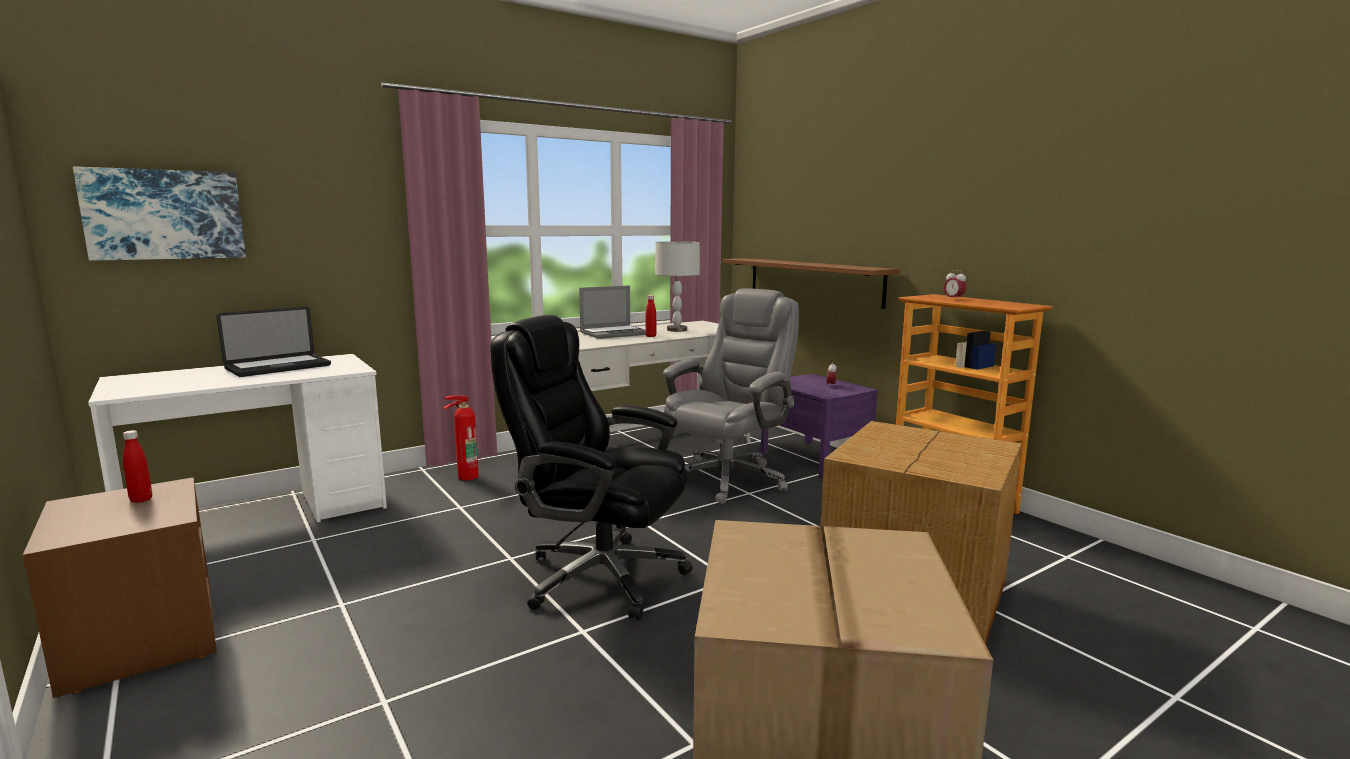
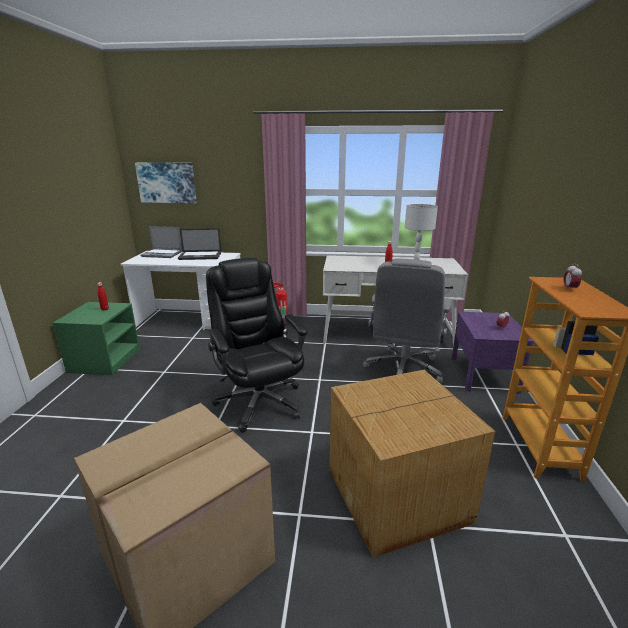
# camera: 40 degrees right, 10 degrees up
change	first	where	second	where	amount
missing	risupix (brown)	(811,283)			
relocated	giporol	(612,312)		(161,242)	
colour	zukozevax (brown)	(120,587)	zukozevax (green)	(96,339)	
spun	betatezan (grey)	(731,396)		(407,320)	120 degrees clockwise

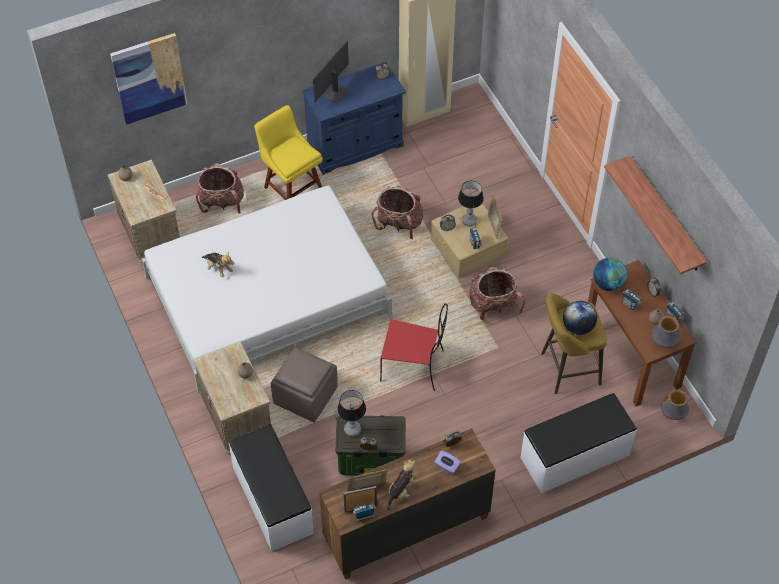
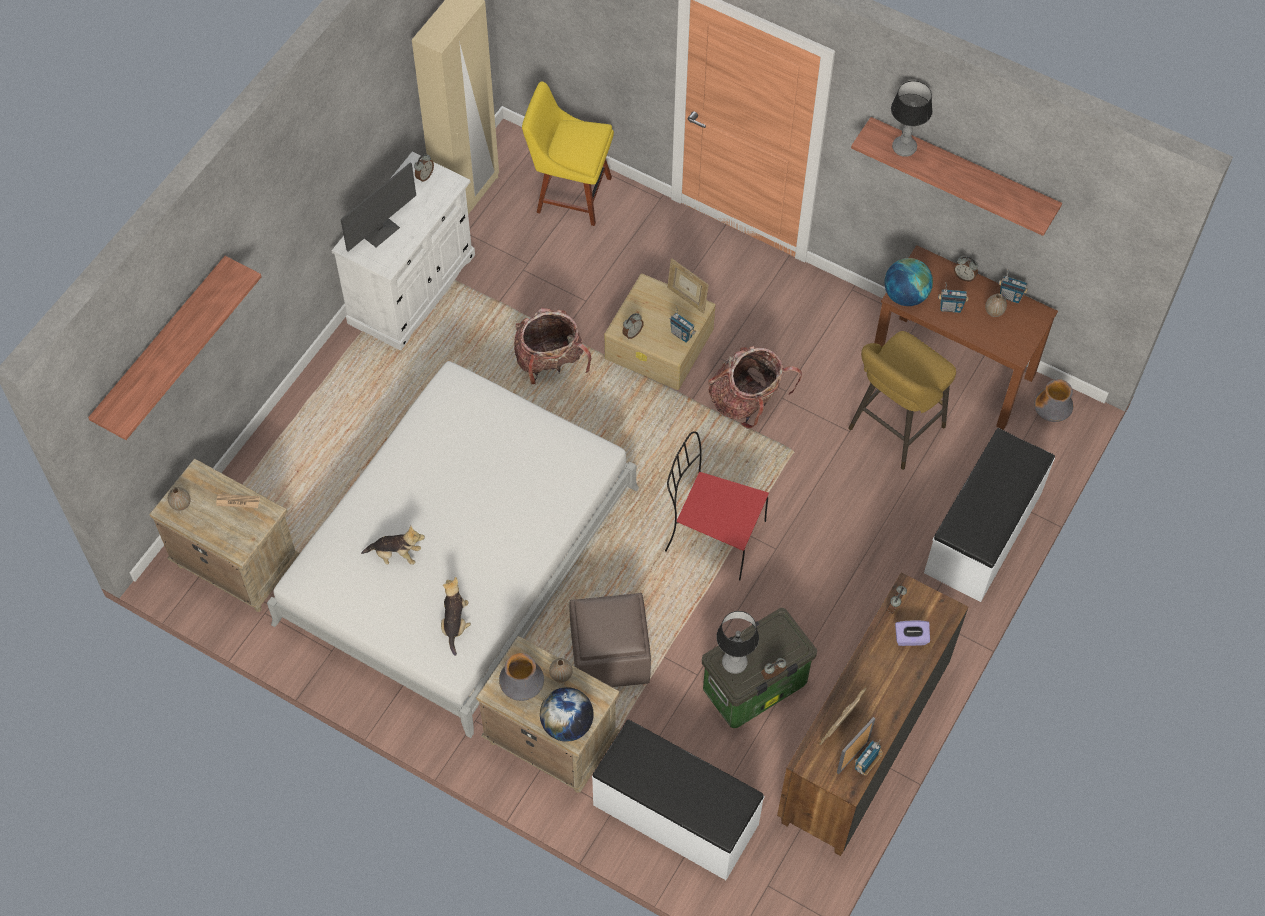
# camera: 35 degrees left, 5 degrees up
change	first	where	second	where	amount
missing	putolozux	(220,188)			
relocated	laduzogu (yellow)	(288,152)		(568,153)	
relocated	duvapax	(402,485)		(456,616)	
relocated	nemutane	(471,203)		(911,119)	
relocated	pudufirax	(580,318)		(567,714)	
relocated	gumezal	(666,332)		(521,677)	
exchanged	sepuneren	(148,79)	risupix	(175,348)	
colour	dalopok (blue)	(354,118)	dalopok (white)	(403,251)	
spun	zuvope	(331,71)		(378,207)	135 degrees counterclockwise
spun	laduzogu (red)	(414,347)		(717,506)	135 degrees counterclockwise

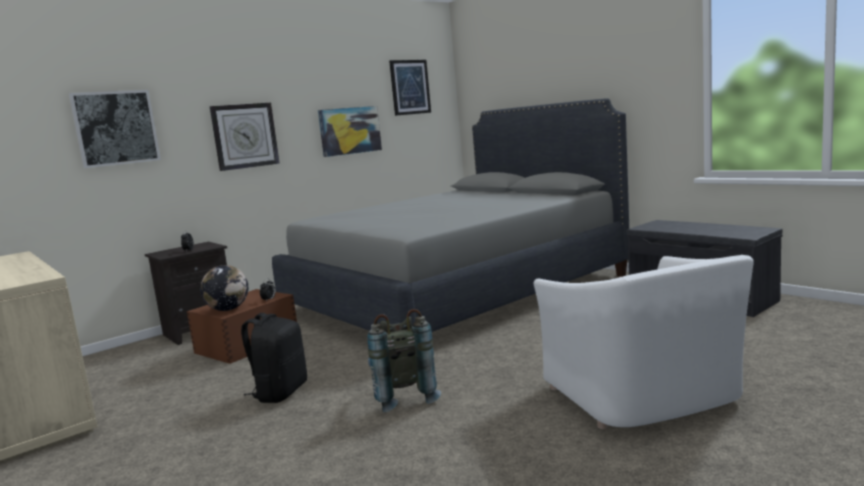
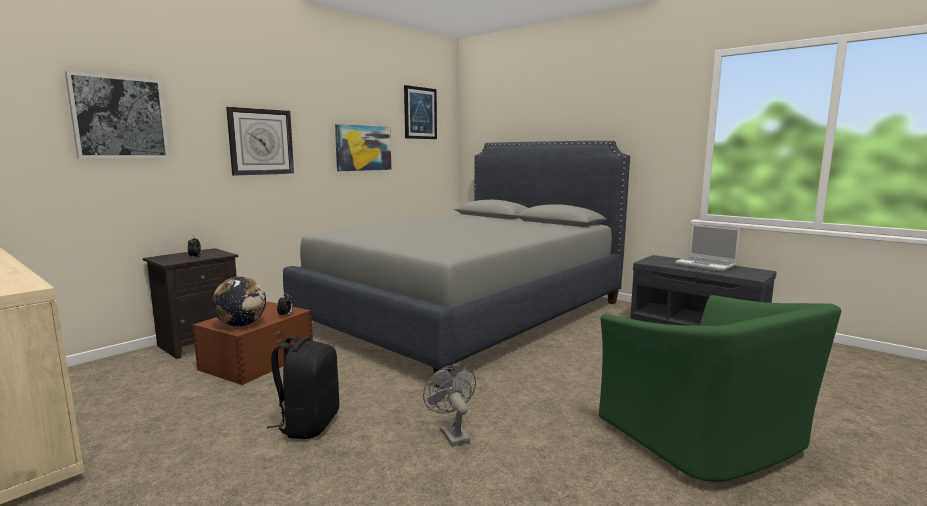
# camera: 10 degrees left, 0 degrees up
change	first	where	second	where	amount
appeared			giporol	(707,247)	
exchanged	putolozux (grey)	(404,360)	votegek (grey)	(449,405)	
colour	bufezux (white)	(643,342)	bufezux (green)	(720,388)	

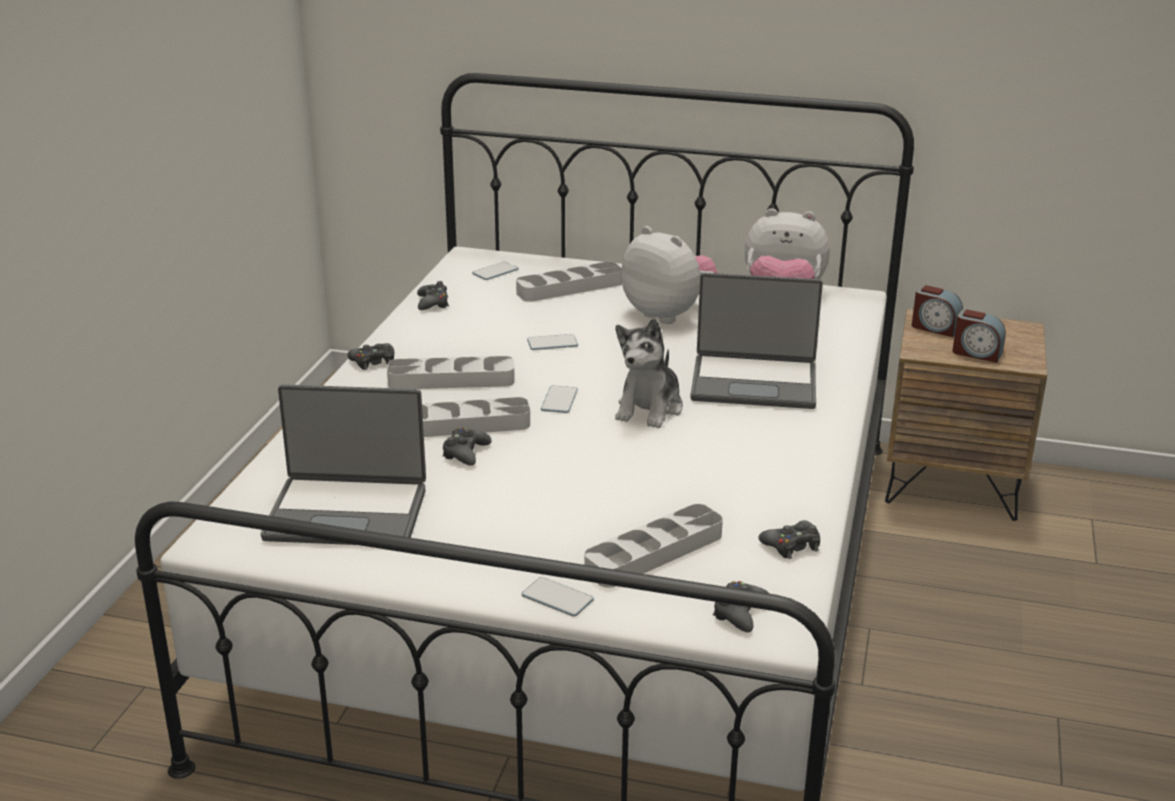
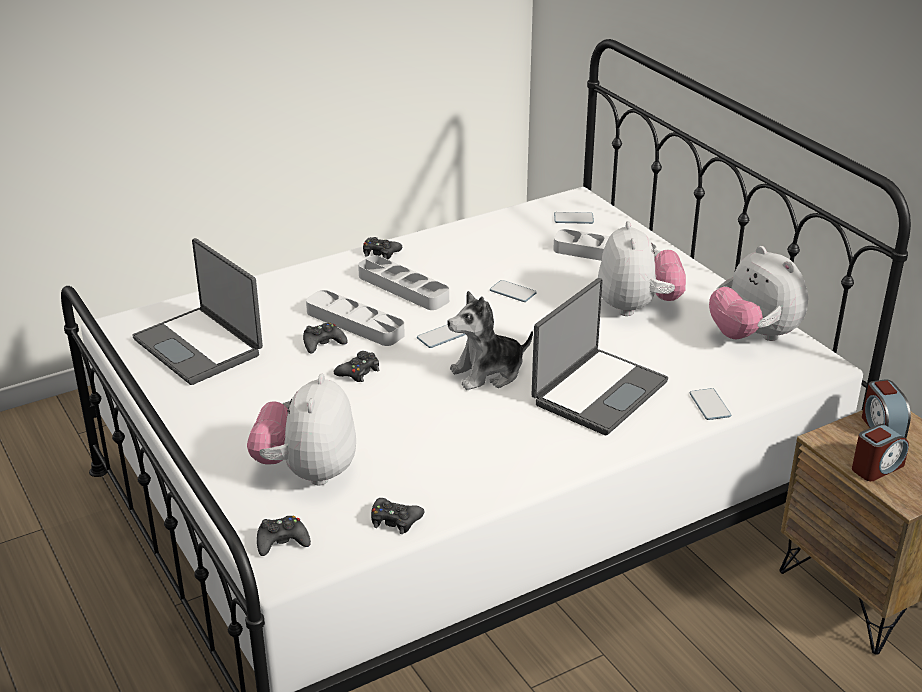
# camera: 45 degrees right, 5 degrees up
change	first	where	second	where	amount
relocated	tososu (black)	(433,295)		(356,366)	
relocated	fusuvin	(558,597)		(710,404)	
exchanged	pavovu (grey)	(653,546)	duvapax	(301,429)	
spun	giporol	(756,341)		(600,356)	105 degrees counterclockwise
spun	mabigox	(979,336)		(880,452)	105 degrees counterclockwise

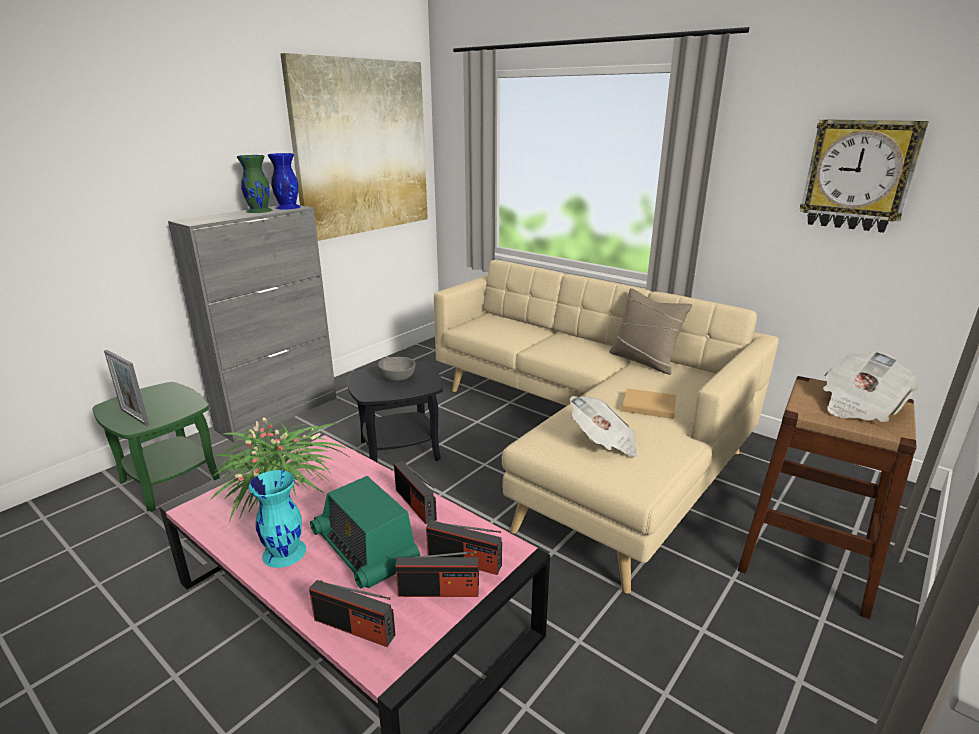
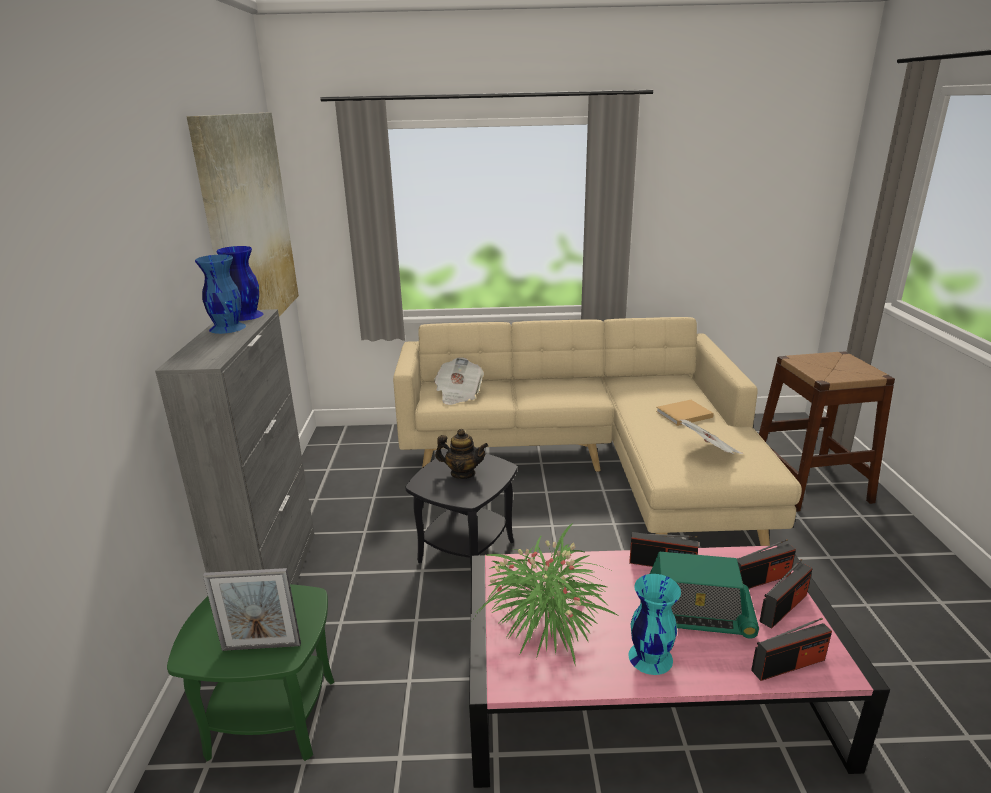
# camera: 40 degrees left, 0 degrees up
change	first	where	second	where	amount
missing	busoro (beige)	(650,331)			
missing	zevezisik	(864,176)			
relocated	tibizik	(871,387)		(459,381)	
exchanged	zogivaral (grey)	(396,369)	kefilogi	(461,454)	
colour	gumezal (green)	(255,184)	gumezal (blue)	(220,294)	

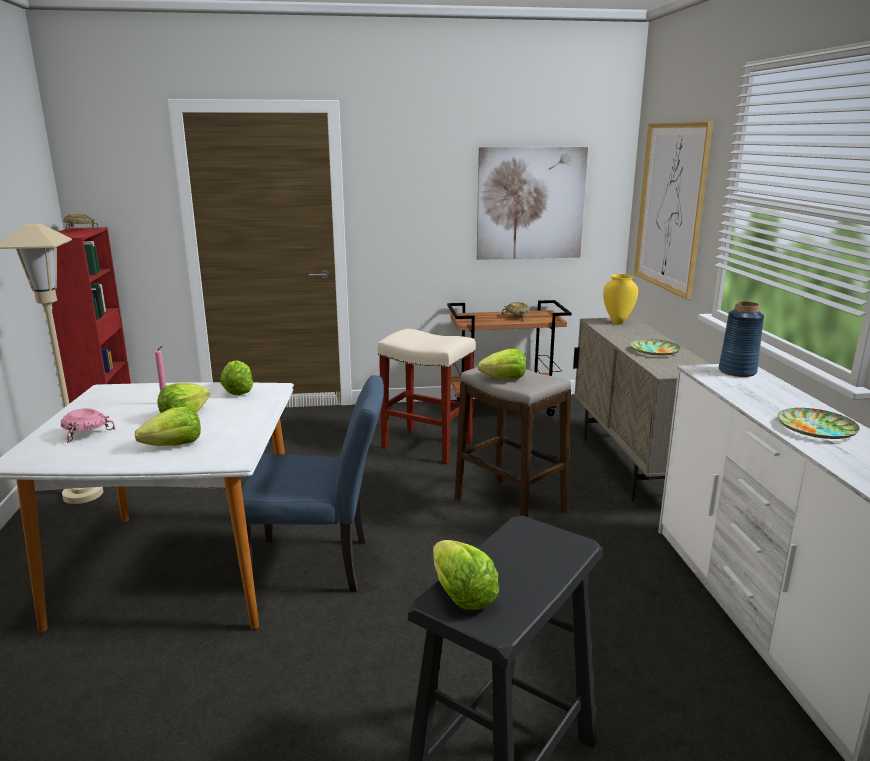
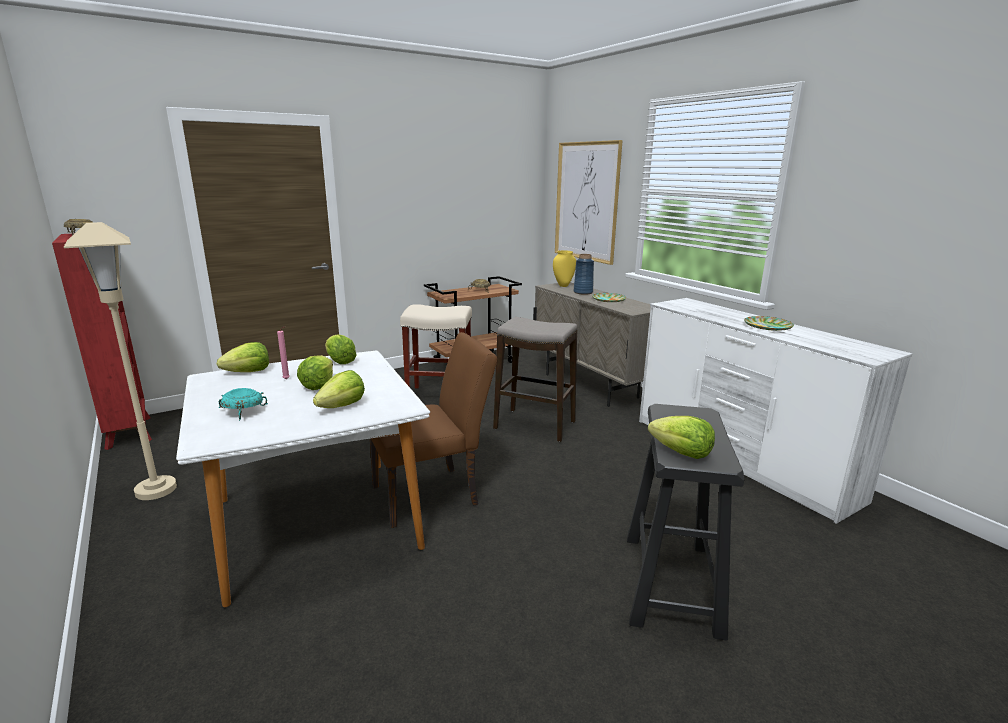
# camera: 25 degrees left, 0 degrees up
change	first	where	second	where	amount
missing	sepuneren	(532,203)			
relocated	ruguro	(502,364)		(243,357)	
relocated	gumezal (blue)	(741,339)		(583,274)	
colour	zogivaral (pink)	(88,425)	zogivaral (turquoise)	(243,404)	
colour	laduzogu (blue)	(313,483)	laduzogu (brown)	(433,430)	

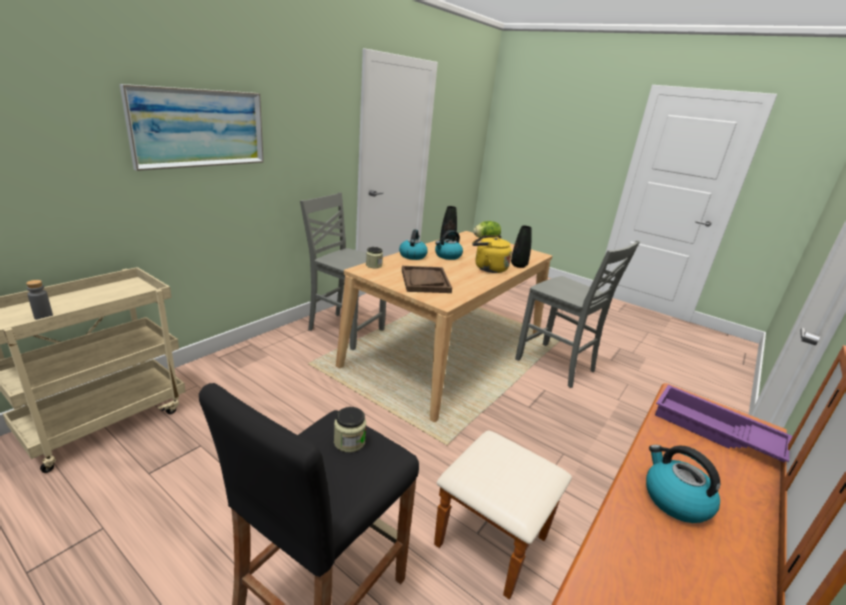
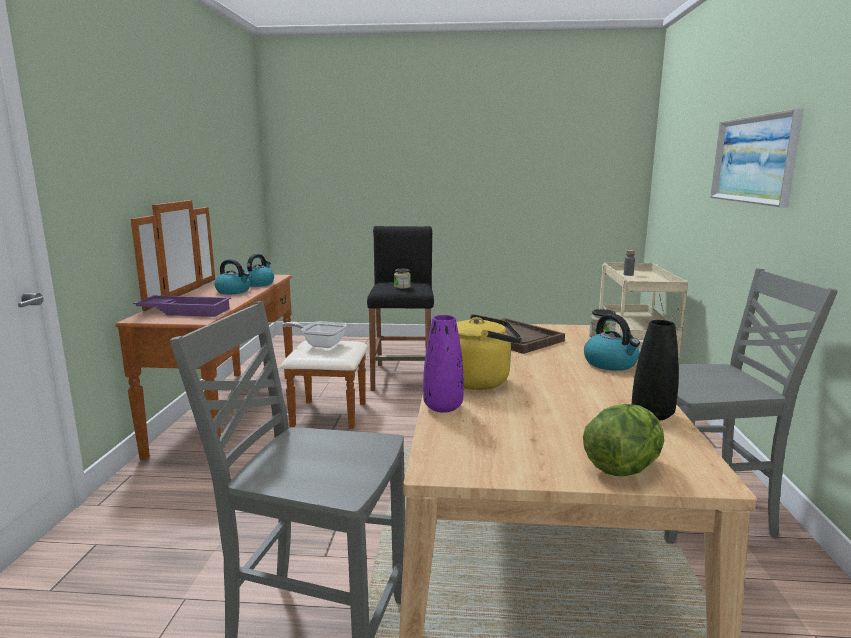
# camera: 150 degrees right, 10 degrees down
change	first	where	second	where	amount
appeared			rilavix	(314,334)	
relocated	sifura	(449,245)		(259,270)	
colour	gumezal (black)	(521,247)	gumezal (purple)	(443,364)	

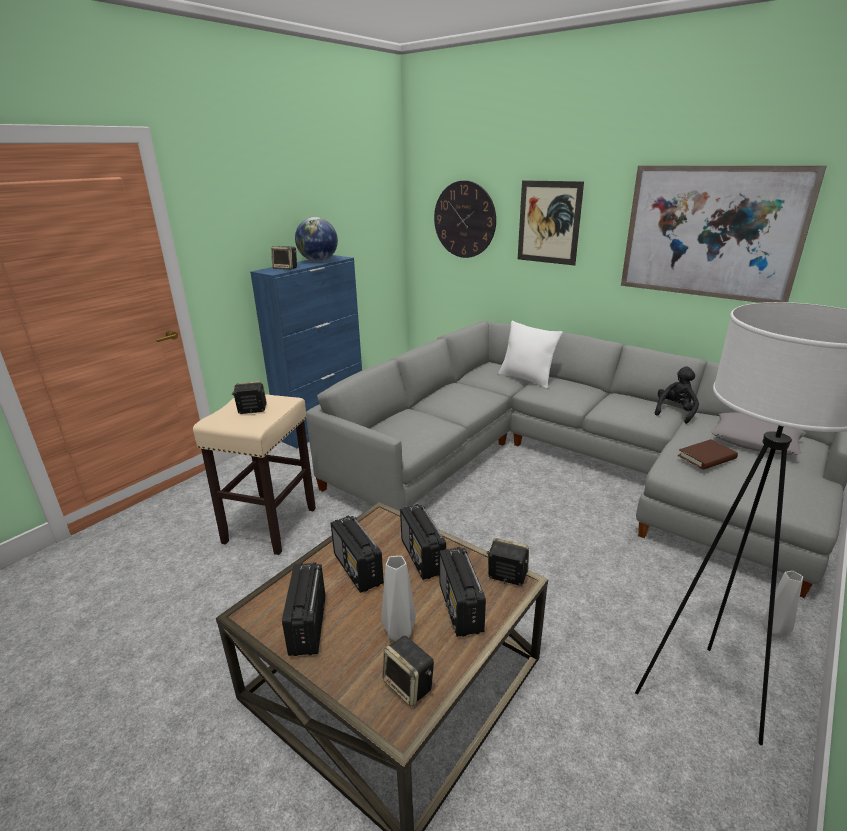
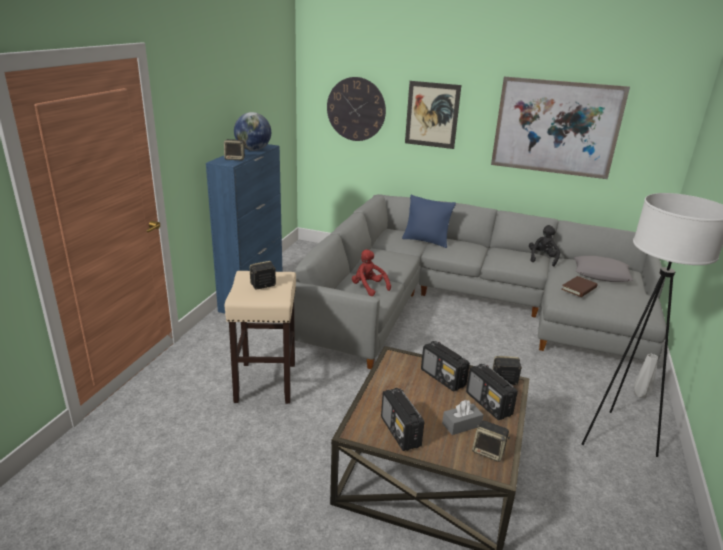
# camera: 20 degrees left, 0 degrees up
change	first	where	second	where	amount
missing	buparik	(357,554)			
appeared			duvapax (red)	(371,272)	
exchanged	gumezal (grey)	(398,598)	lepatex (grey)	(463,417)	
colour	busoro (white)	(530,355)	busoro (blue)	(429,221)	

